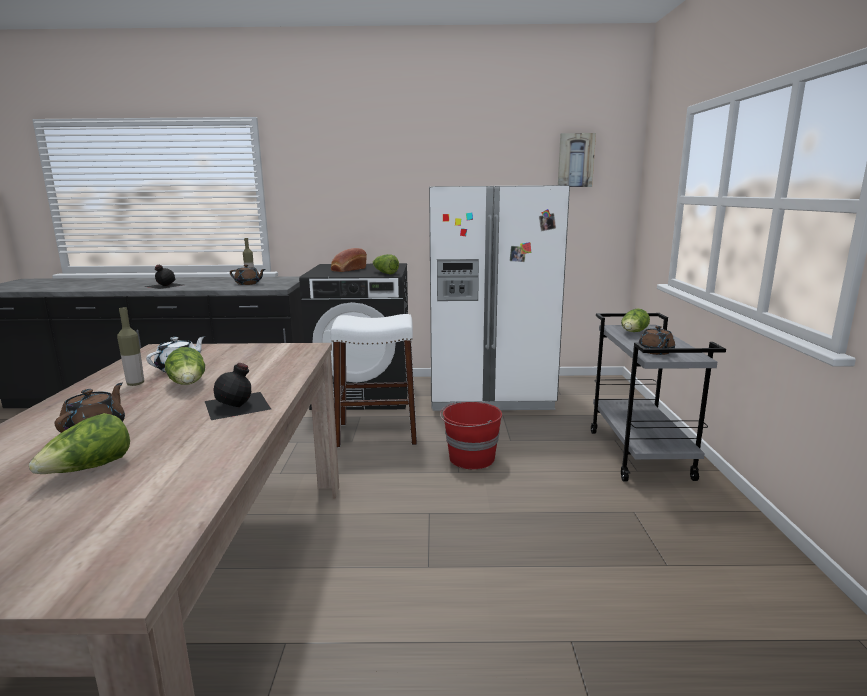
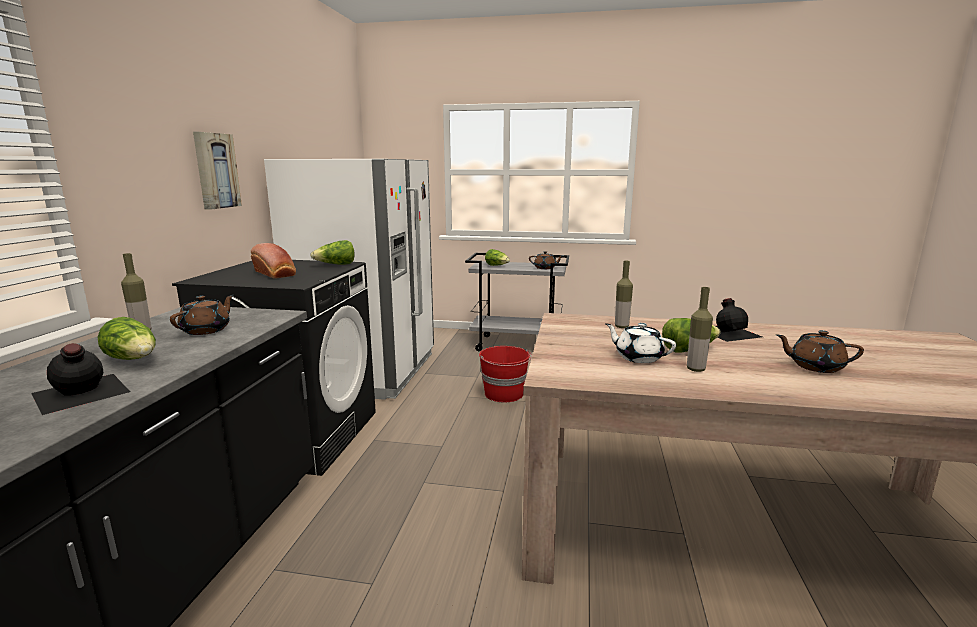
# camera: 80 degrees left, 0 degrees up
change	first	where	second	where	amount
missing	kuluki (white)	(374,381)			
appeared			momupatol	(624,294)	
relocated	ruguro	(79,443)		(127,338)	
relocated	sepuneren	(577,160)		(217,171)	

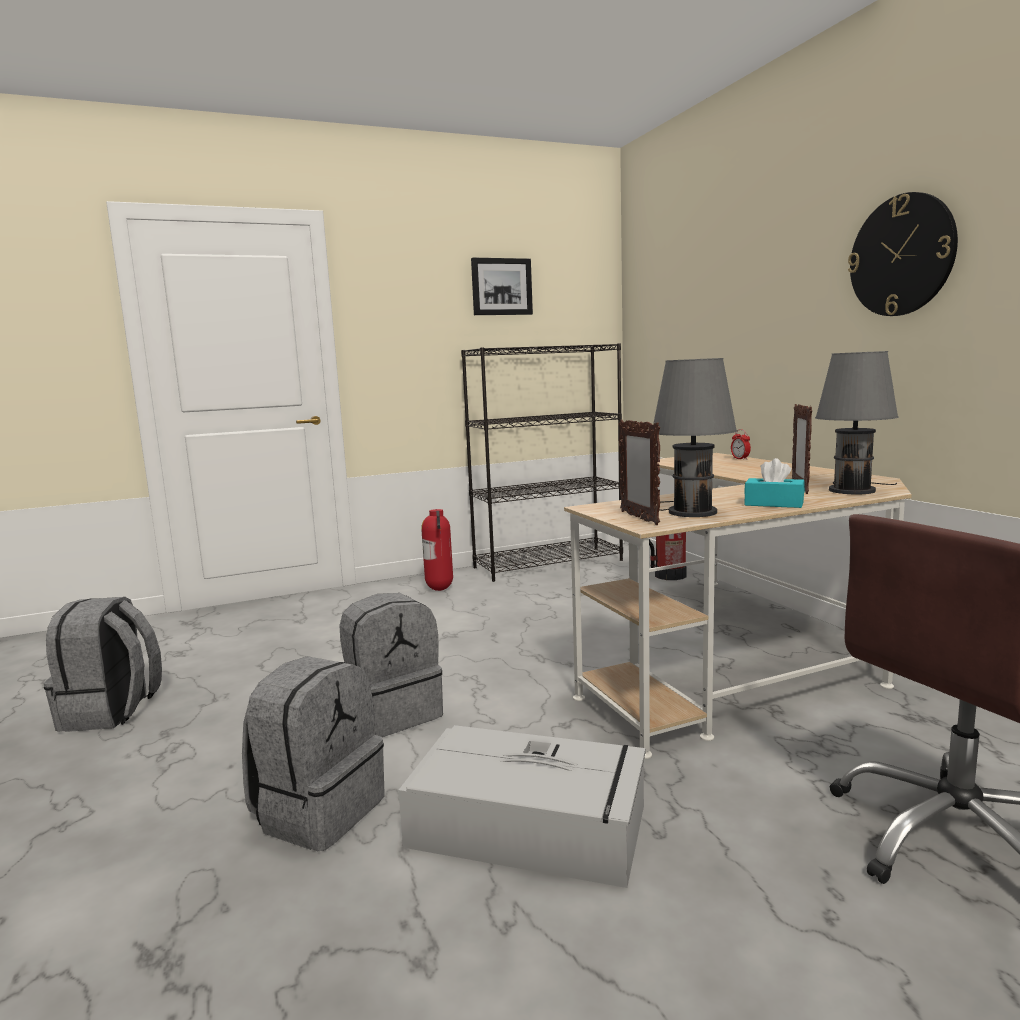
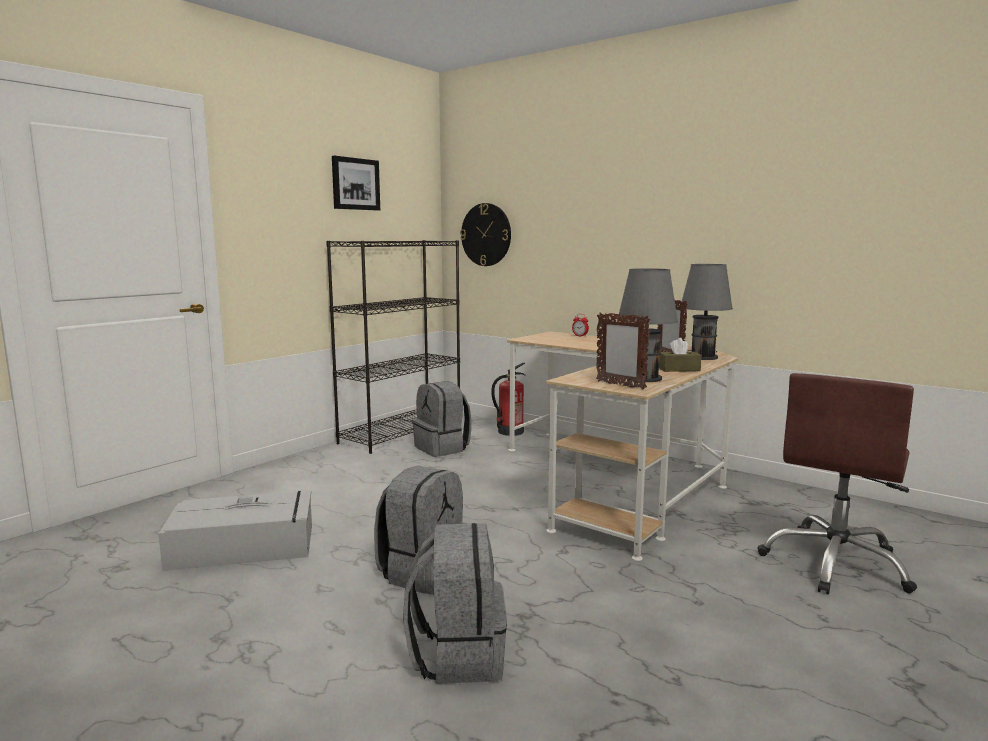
# camera: 30 degrees left, 0 degrees up
change	first	where	second	where	amount
missing	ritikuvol	(437,550)			
relocated	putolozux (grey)	(102,664)		(441,419)	
relocated	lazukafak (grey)	(522,806)		(235,531)	
relocated	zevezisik	(903,254)		(485,234)	
colour	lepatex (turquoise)	(774,483)	lepatex (brown)	(680,355)	

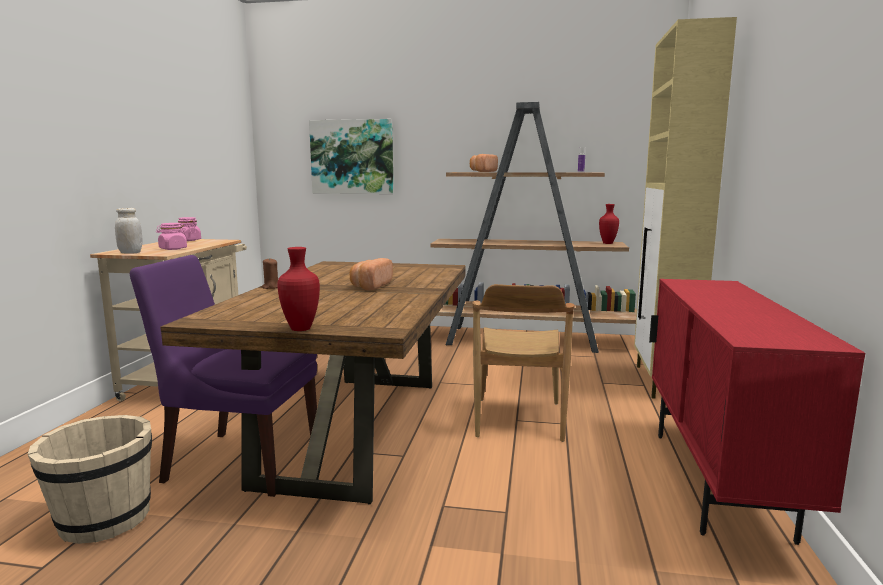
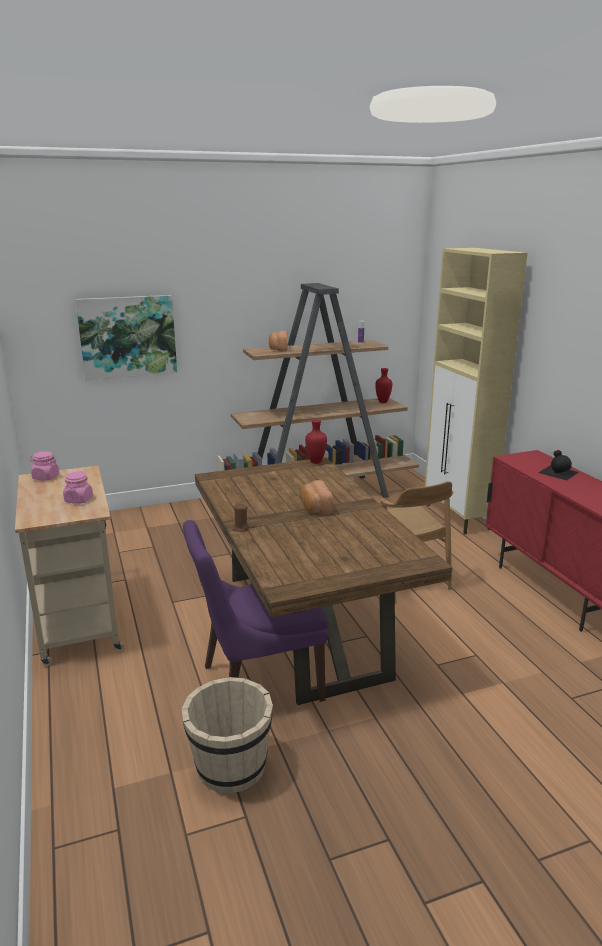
# camera: 30 degrees left, 10 degrees up
change	first	where	second	where	amount
missing	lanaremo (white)	(129,231)			
appeared			momupatol (black)	(558,465)	
relocated	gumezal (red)	(299,289)		(316,441)	

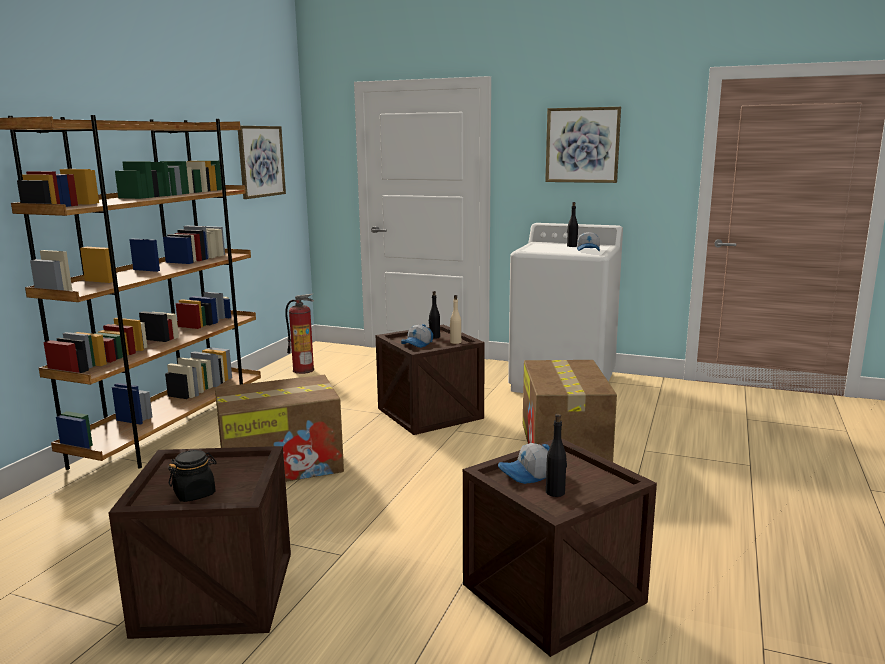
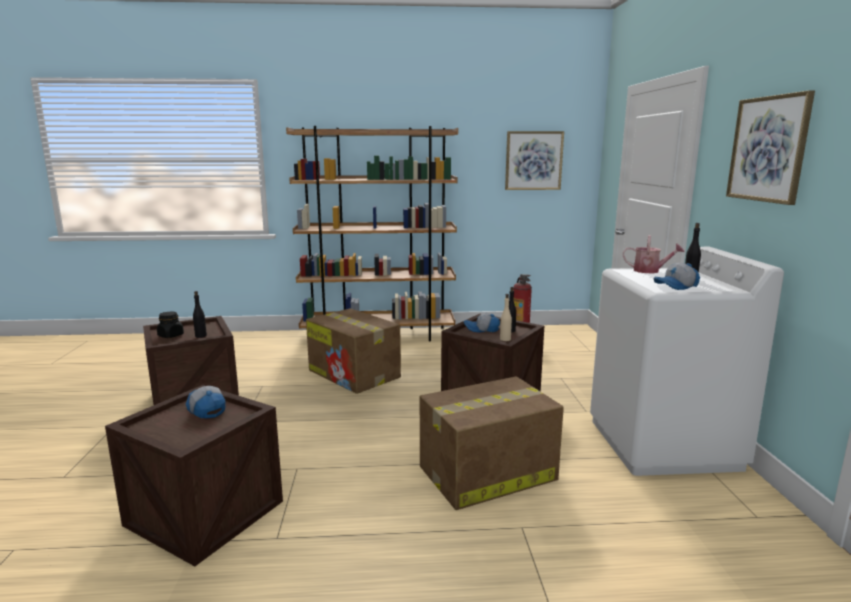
# camera: 65 degrees right, 0 degrees up
change	first	where	second	where	amount
appeared			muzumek	(653,254)	
relocated	momupatol (black)	(556,455)		(200,314)	

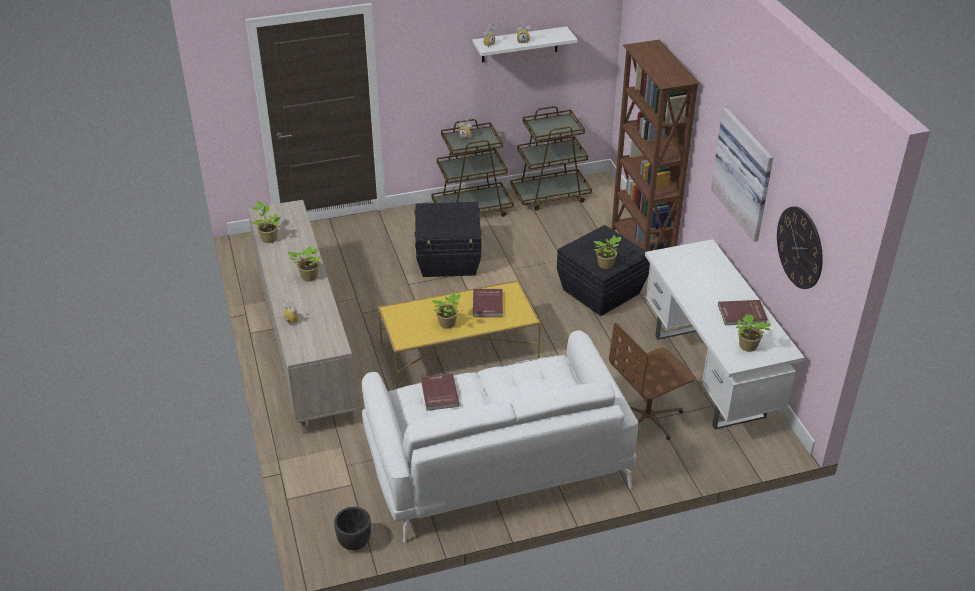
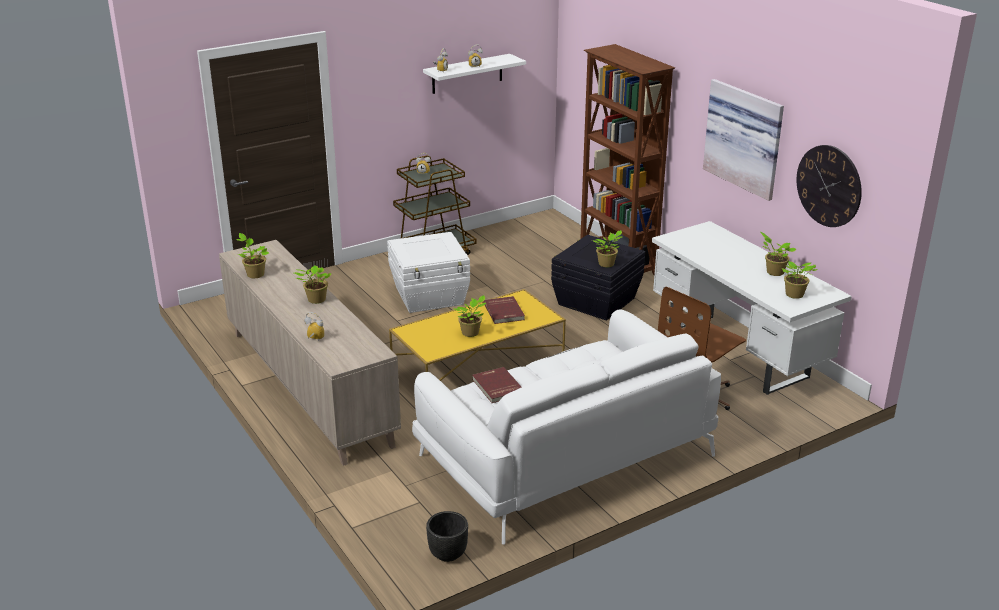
# camera: 15 degrees left, 10 degrees down
change	first	where	second	where	amount
missing	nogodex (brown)	(551,158)			
exchanged	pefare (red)	(743,312)	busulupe	(778,254)	
colour	lazukafak (black)	(448,239)	lazukafak (white)	(428,272)	

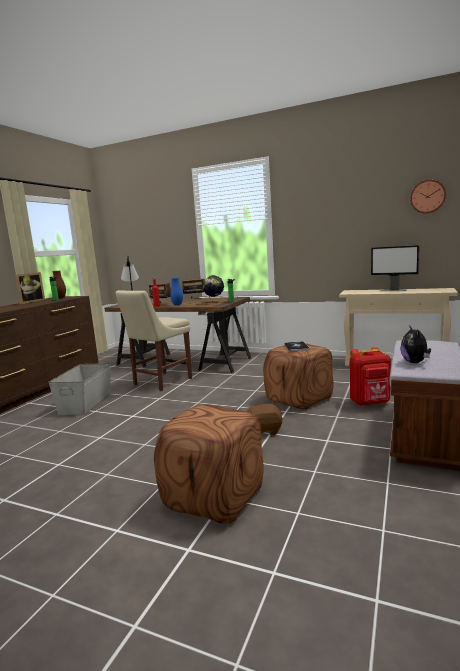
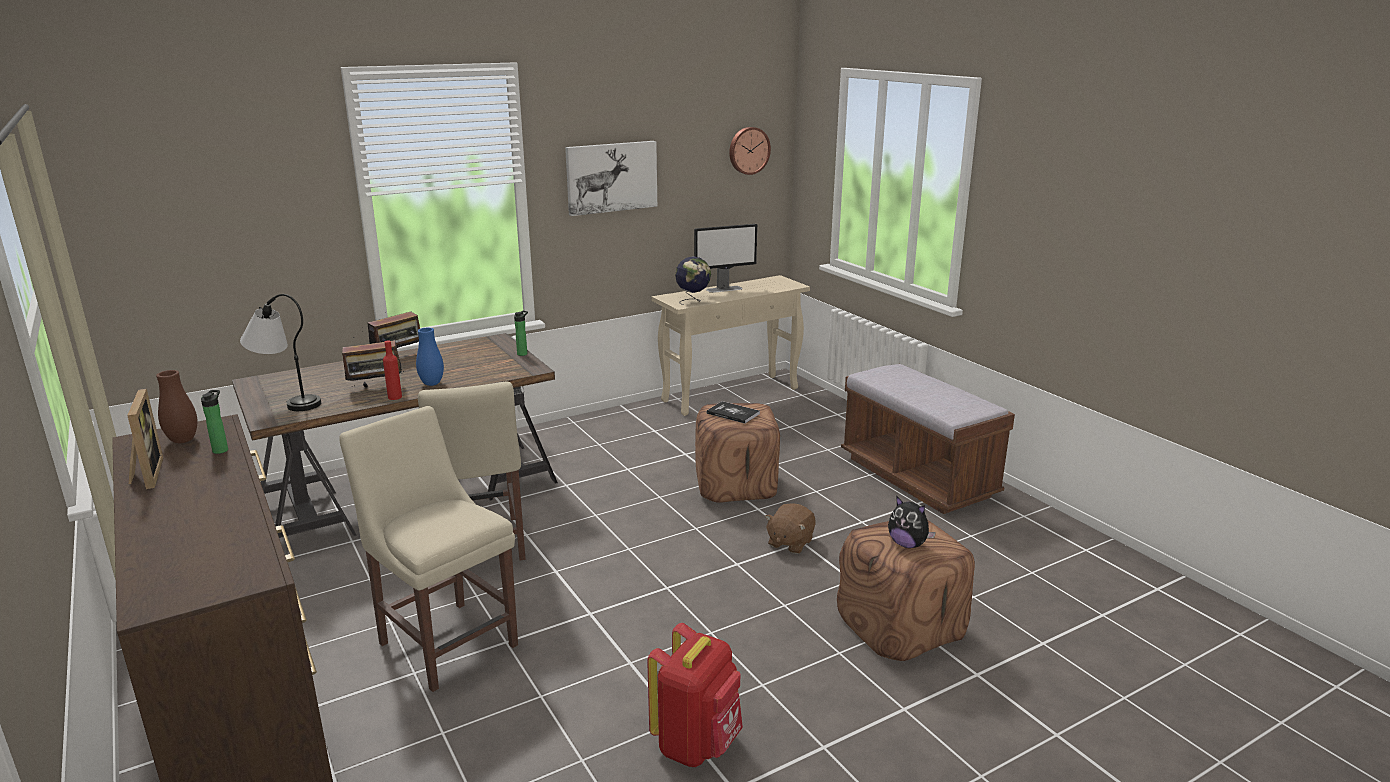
# camera: 55 degrees left, 10 degrees up
change	first	where	second	where	amount
appeared			sepuneren	(611,178)	
relocated	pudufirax	(213,289)		(693,280)	
relocated	putolozux (red)	(370,376)		(695,695)	
relocated	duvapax	(416,344)		(912,522)	
exchanged	lazukafak (grey)	(79,389)	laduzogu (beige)	(428,549)	

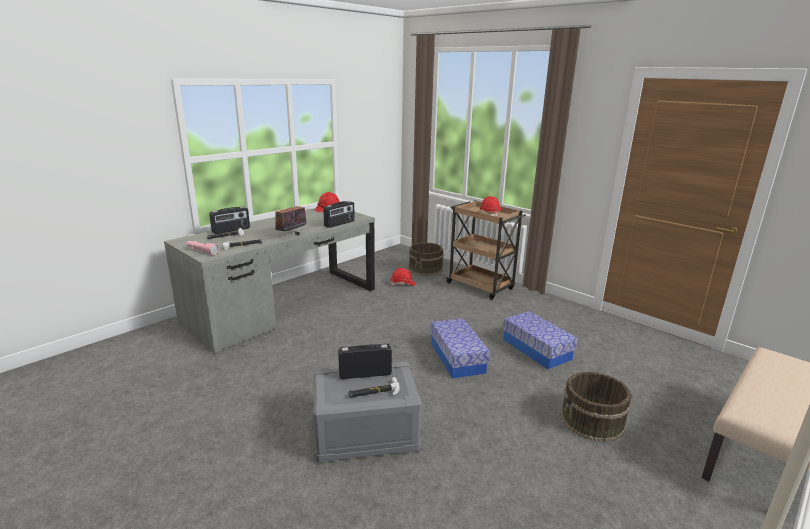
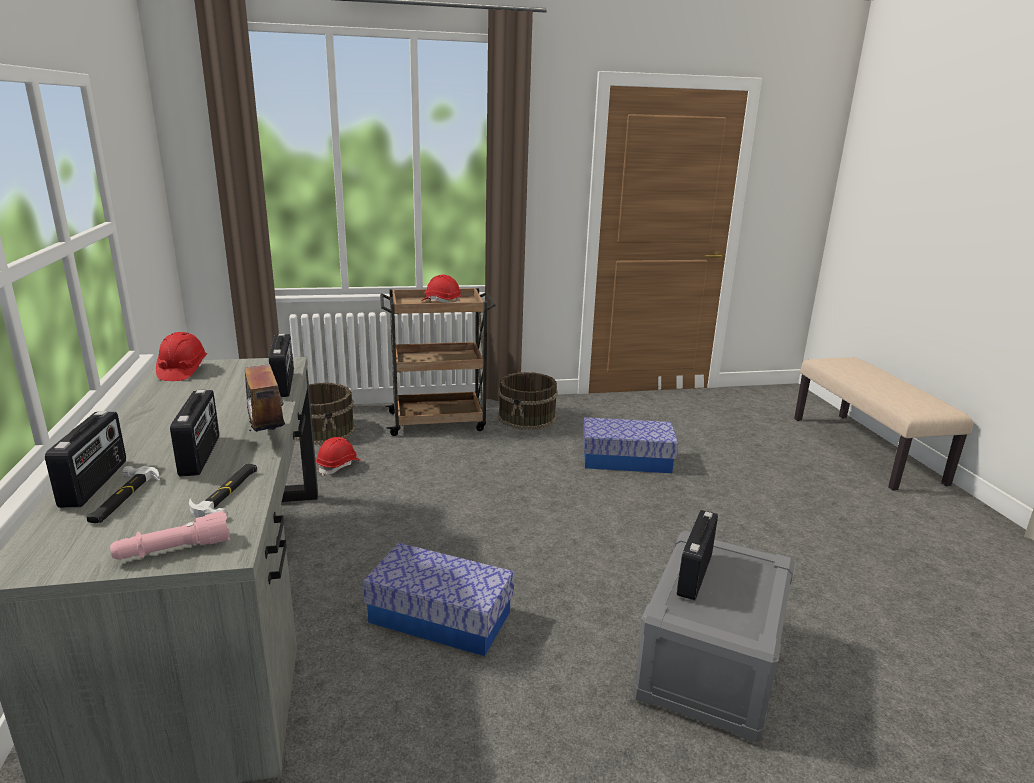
# camera: 55 degrees left, 0 degrees up
change	first	where	second	where	amount
missing	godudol	(374,387)			
appeared			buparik	(194,433)	
relocated	lazukafak	(460,348)		(438,599)	
relocated	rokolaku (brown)	(596,406)		(528,401)	

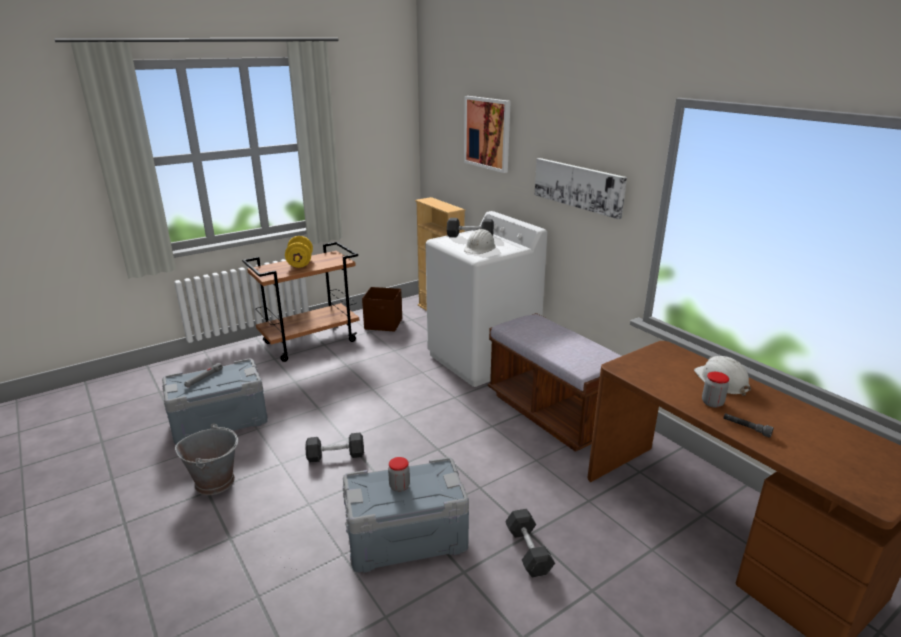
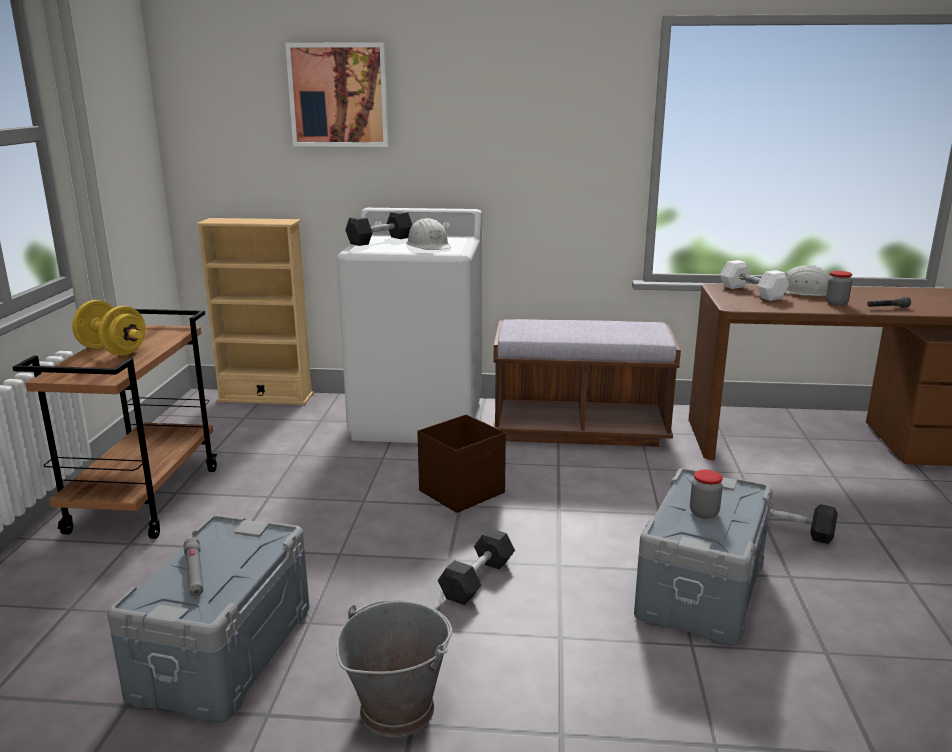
# camera: 50 degrees left, 5 degrees down
change	first	where	second	where	amount
missing	sepuneren	(580,188)			
appeared			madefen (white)	(754,280)	
relocated	lazukafak (brown)	(382,309)		(461,464)	

